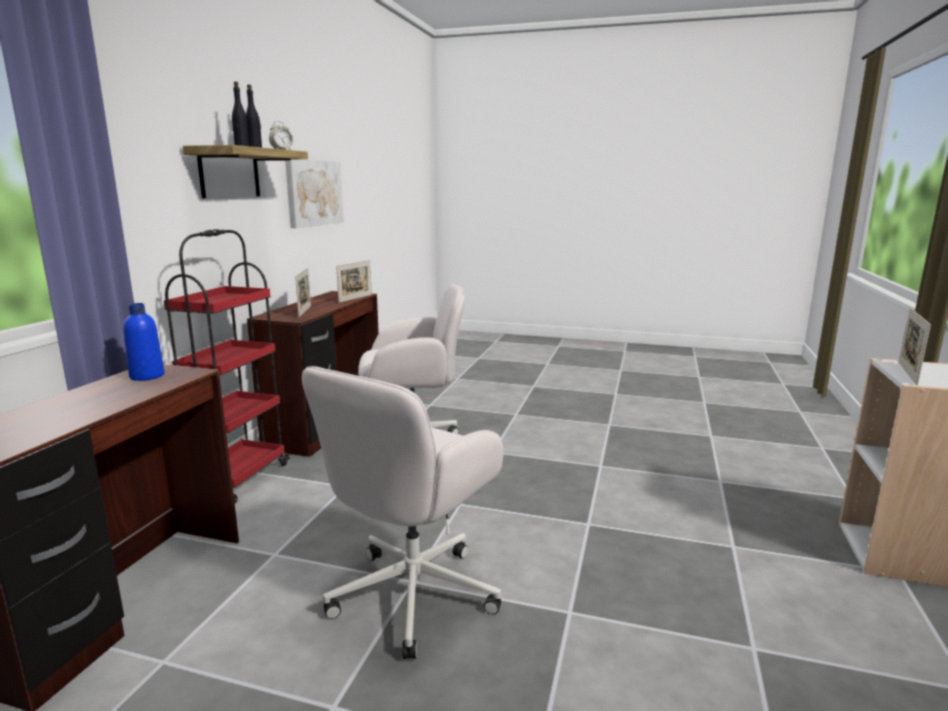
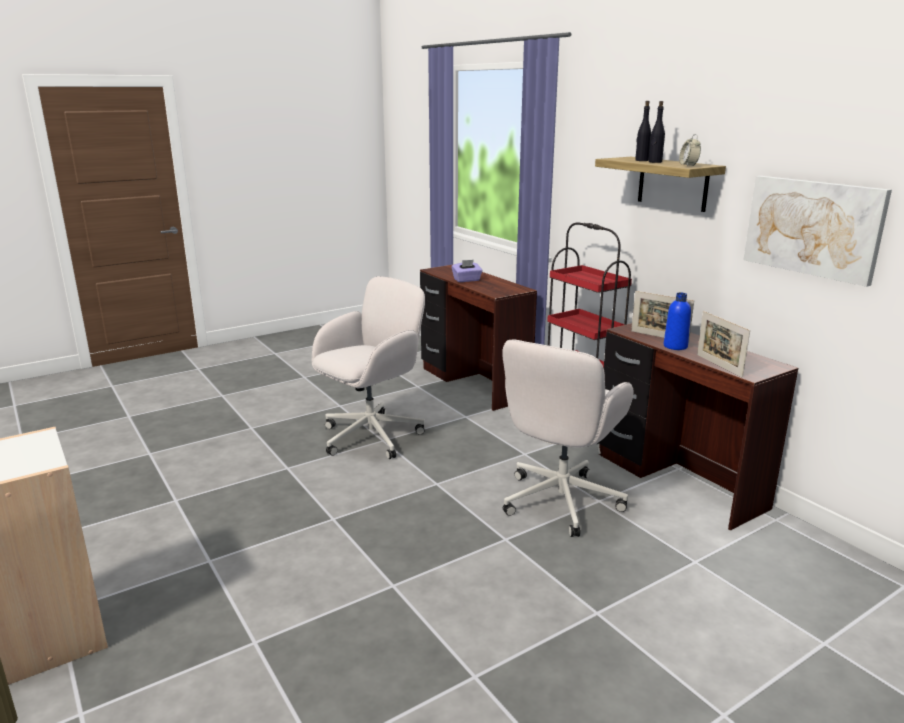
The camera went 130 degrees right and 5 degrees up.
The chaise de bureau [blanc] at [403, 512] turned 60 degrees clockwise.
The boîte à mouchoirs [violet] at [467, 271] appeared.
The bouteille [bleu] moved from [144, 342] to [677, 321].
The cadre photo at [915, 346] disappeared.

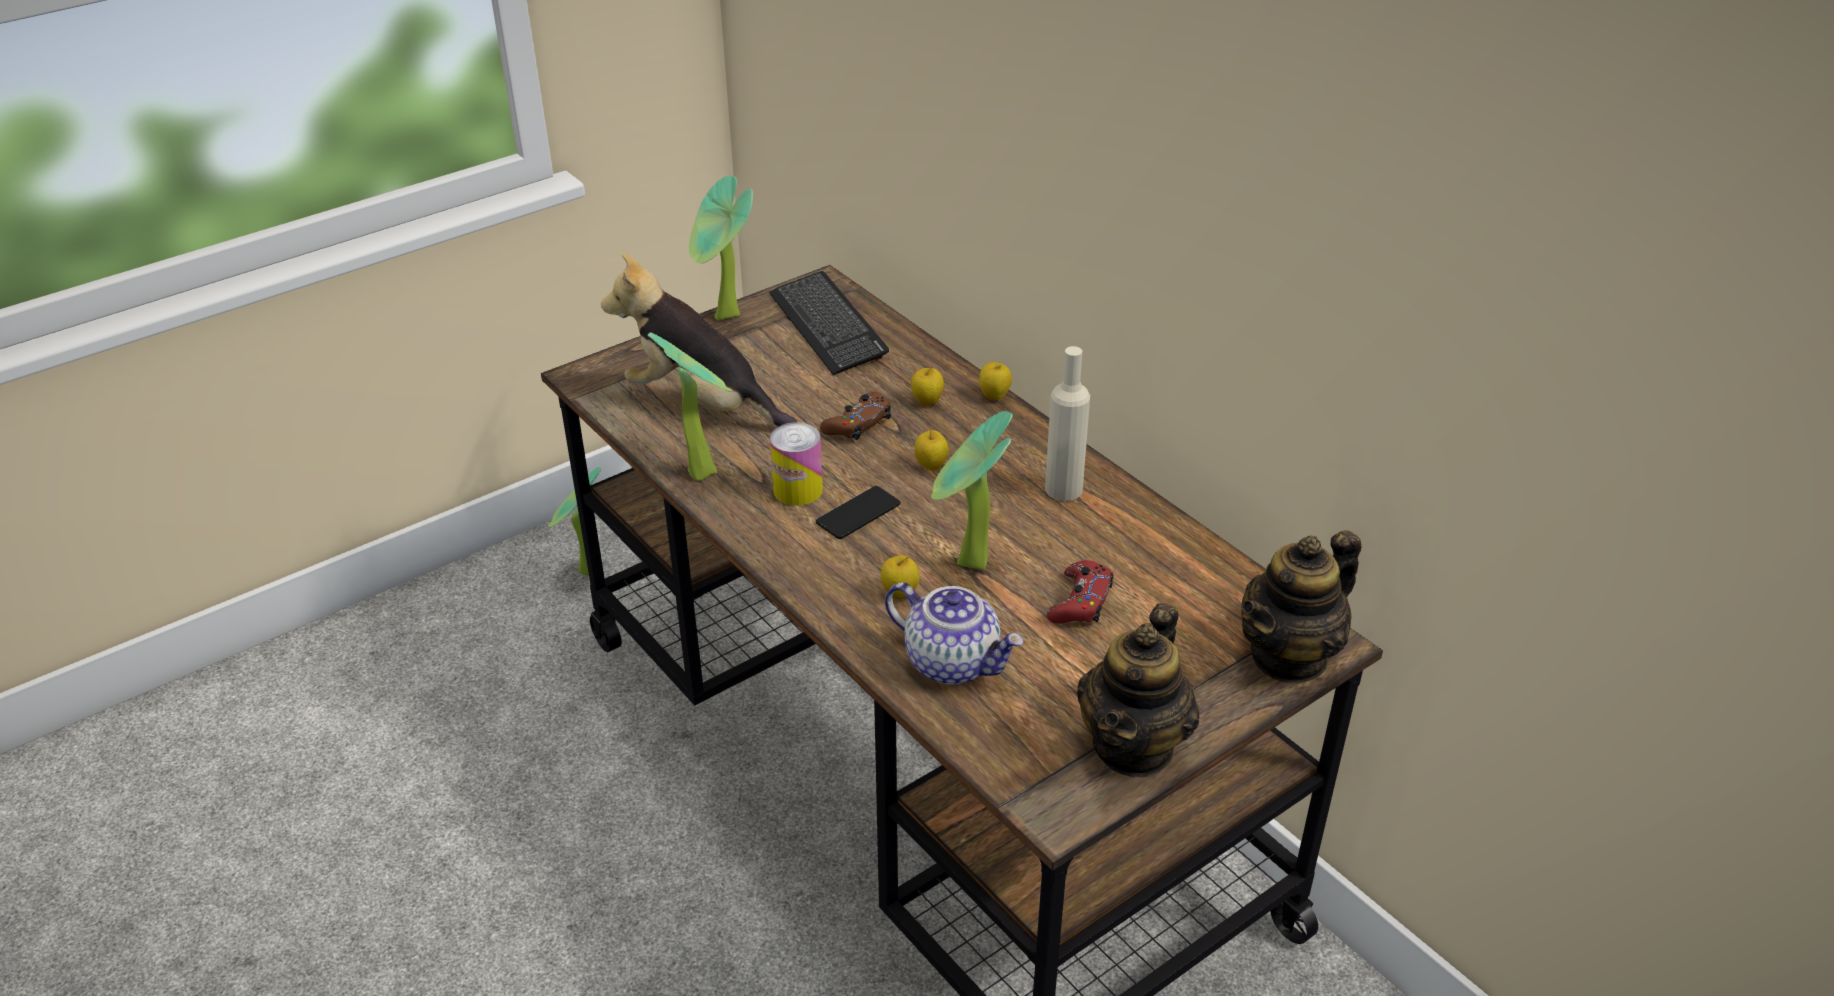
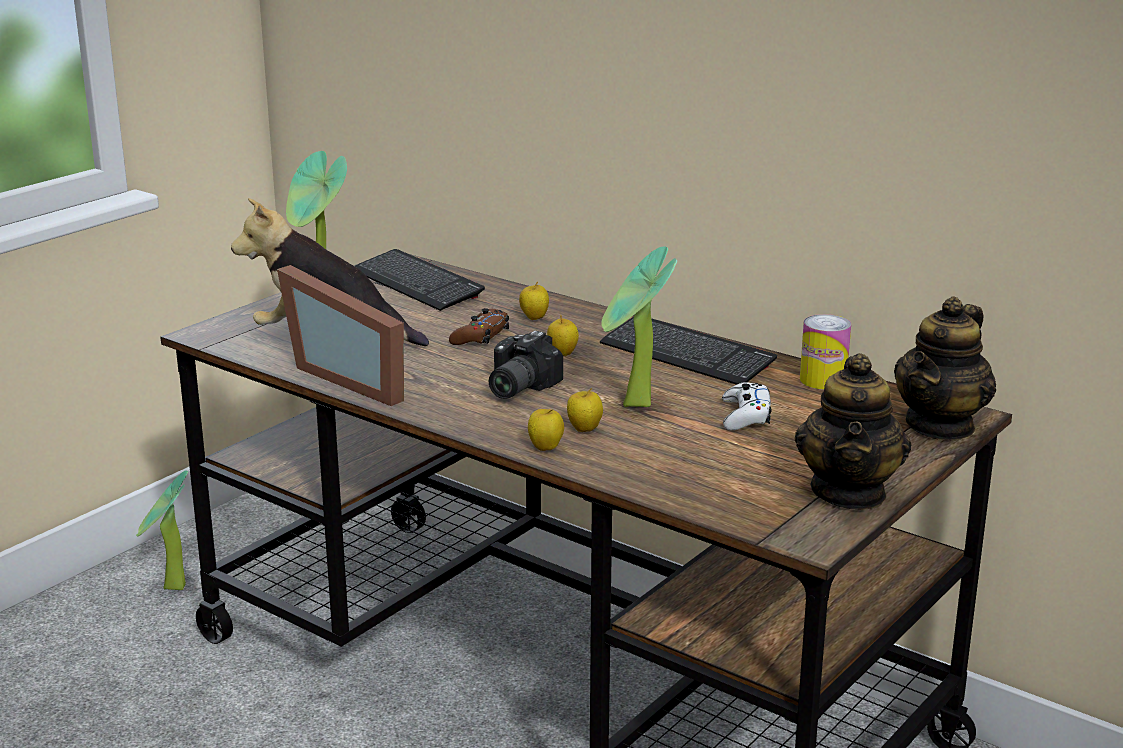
The camera went 15 degrees left and 15 degrees down.
The plante en pot at [690, 406] was replaced by the cadre photo at [340, 335].
The téléphone at [858, 512] was replaced by the appareil photo at [526, 365].
The pomme moved from [995, 381] to [546, 430].
The bouteille [beige] at [1067, 423] was replaced by the clavier at [688, 351].
The manette [rouge] at [1080, 592] became the manette [blanc] at [747, 406].
The boîte métallique moved from [796, 464] to [825, 352].
The théière at [954, 633] disappeared.

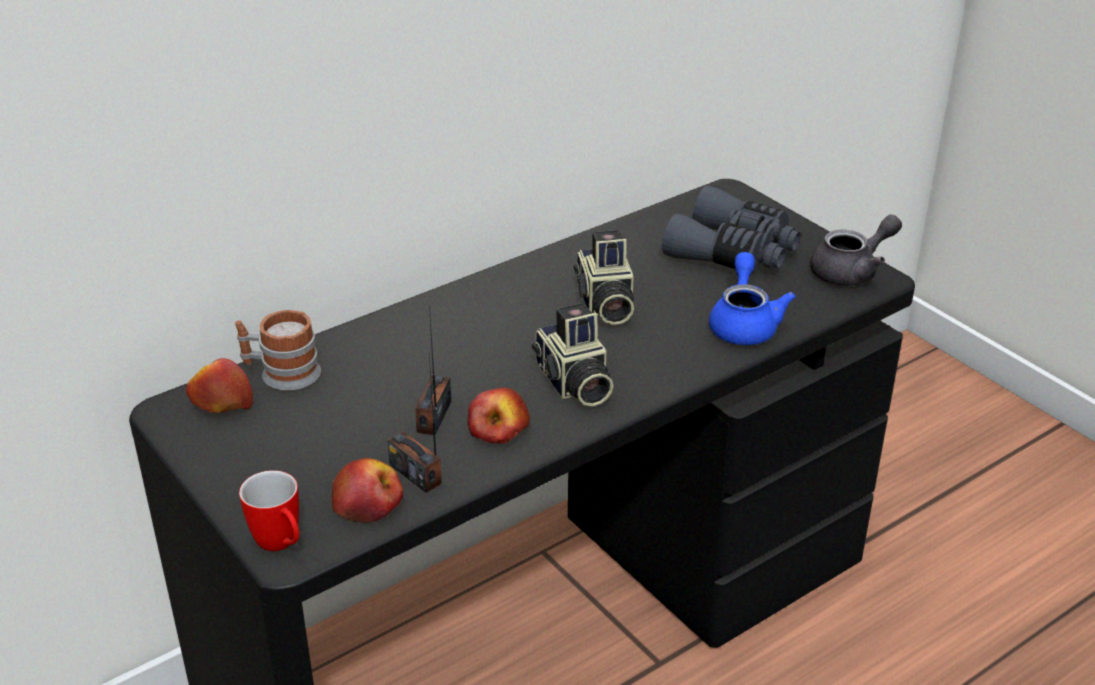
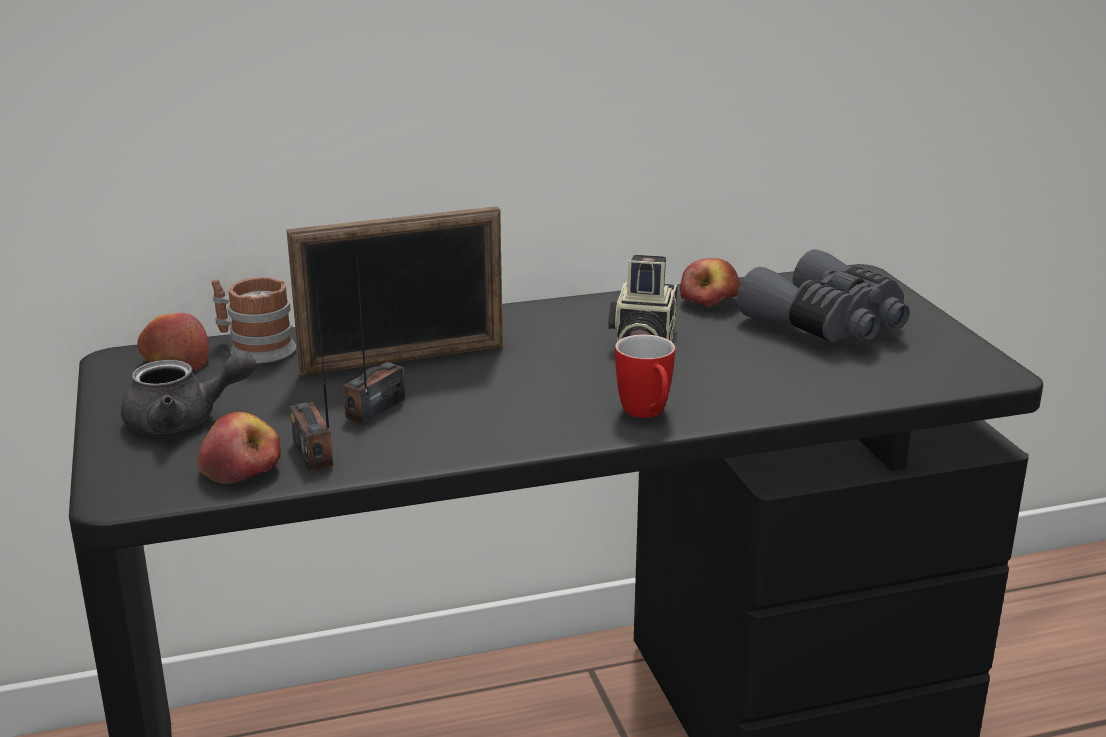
The camera went 20 degrees right and 10 degrees down.
The théière [gris] moved from [856, 250] to [188, 392].
The cadre photo at [394, 291] appeared.
The mug moved from [269, 510] to [645, 376].
The pomme moved from [498, 416] to [710, 282].
The appareil photo at [572, 355] disappeared.
The théière [bleu] at [752, 298] disappeared.

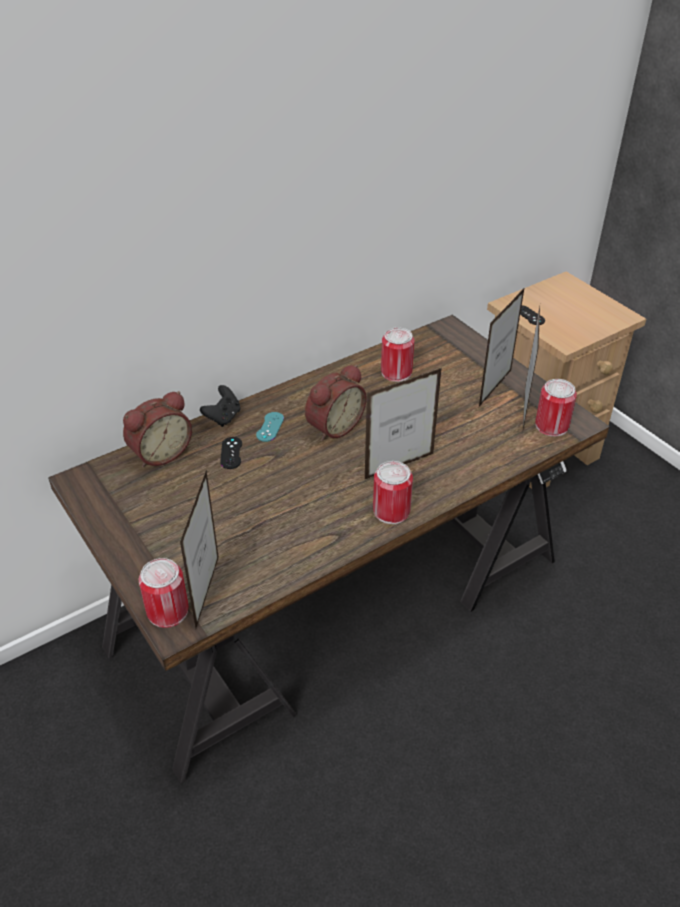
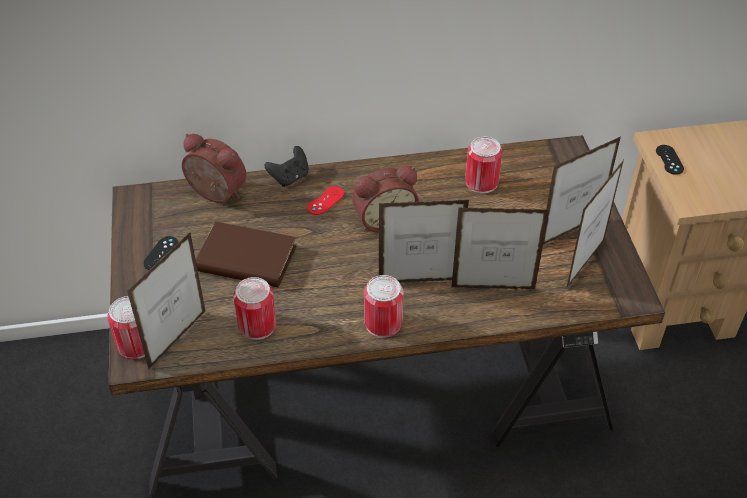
The camera went 25 degrees right and 5 degrees up.
The manette [noir] moved from [231, 453] to [161, 253].
The réveil at [157, 429] turned 135 degrees counterclockwise.
The livre [marron] at [246, 254] appeared.
The boîte métallique moved from [556, 408] to [254, 308].
The manette [turquoise] at [270, 427] became the manette [rouge] at [325, 200].
The cadre photo at [501, 248] appeared.

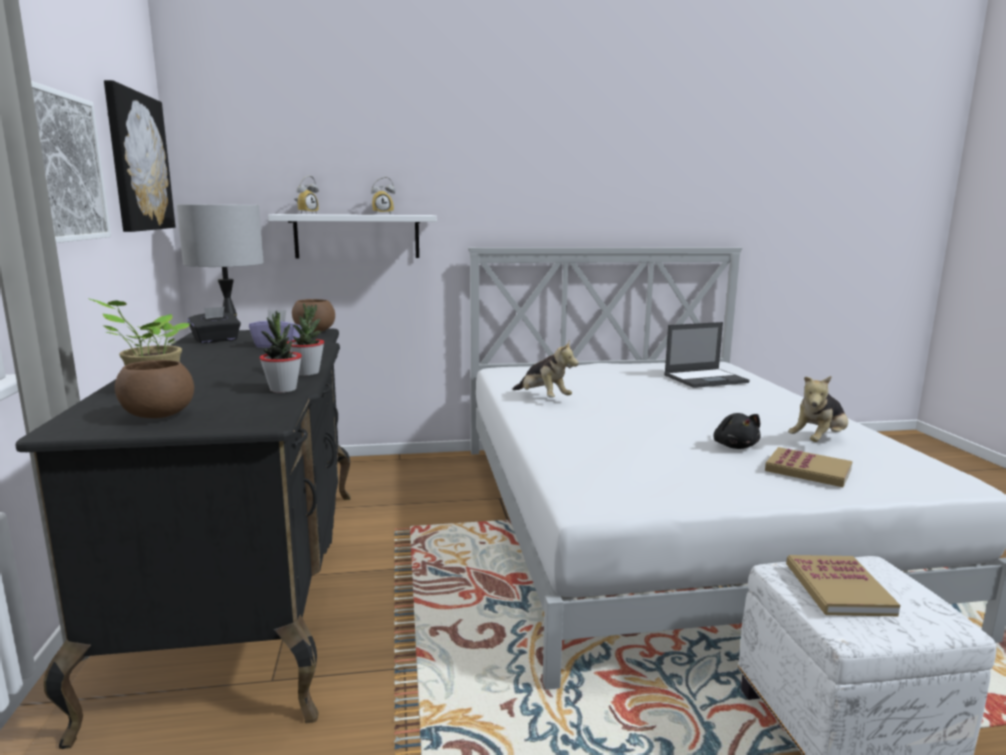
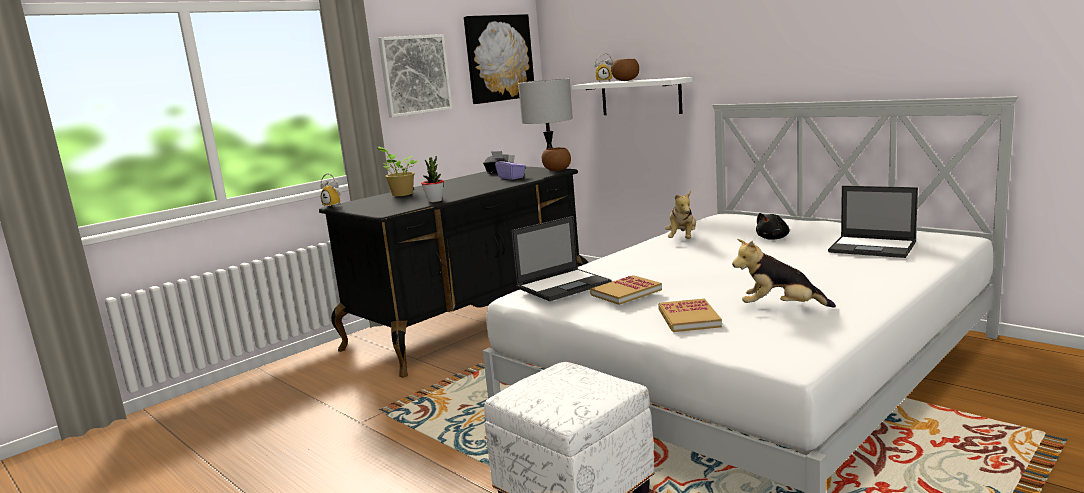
The camera went 55 degrees right and 0 degrees up.
The réveil moved from [383, 196] to [330, 190].
The ordinateur portable at [561, 258] appeared.
The livre moved from [843, 585] to [626, 290].
The bol [marron] moved from [154, 389] to [625, 70].
The peluche [noir] moved from [737, 431] to [772, 226].
The plante en pot at [305, 339] disappeared.

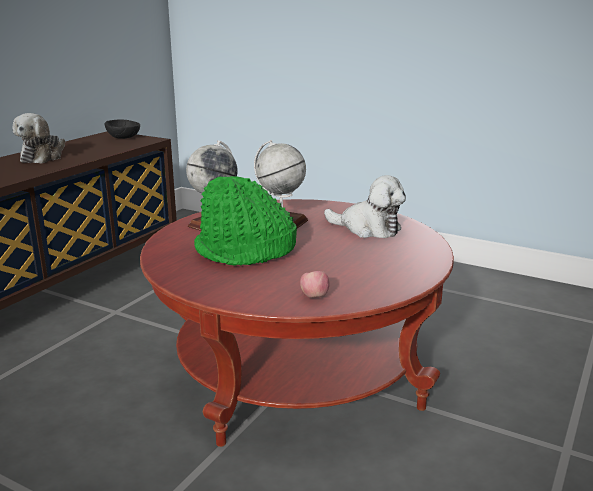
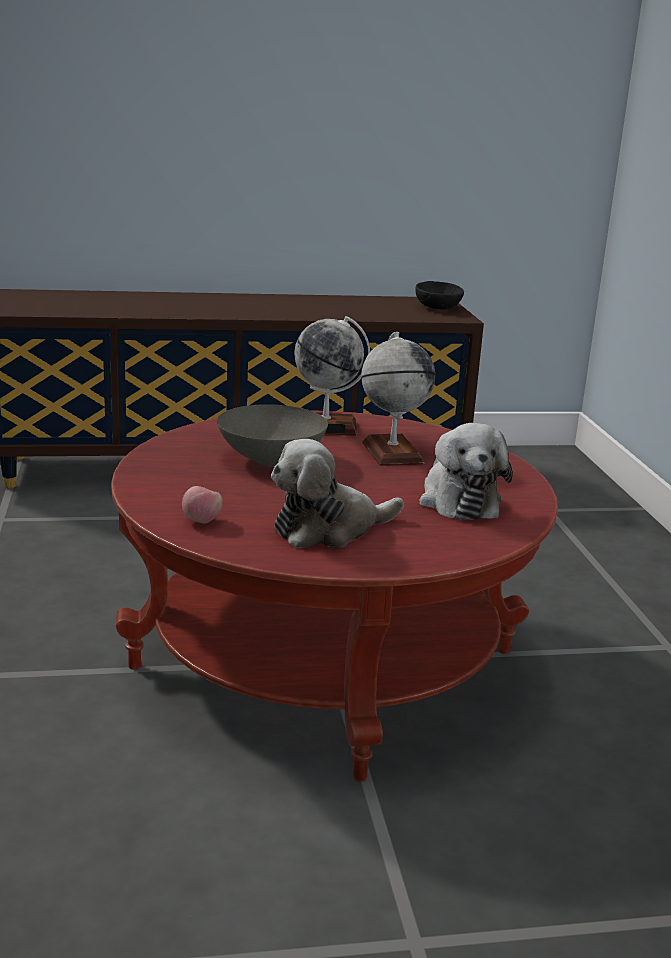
The camera went 50 degrees right and 0 degrees up.
The chapeau [vert] at [245, 221] was replaced by the bol [gris] at [272, 435].
The peluche moved from [39, 138] to [337, 493].

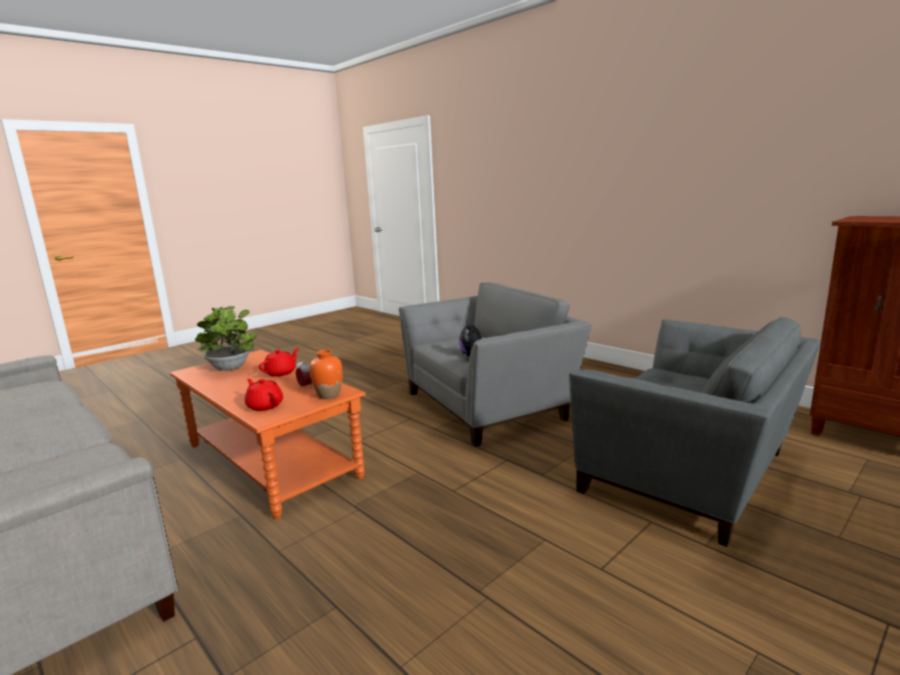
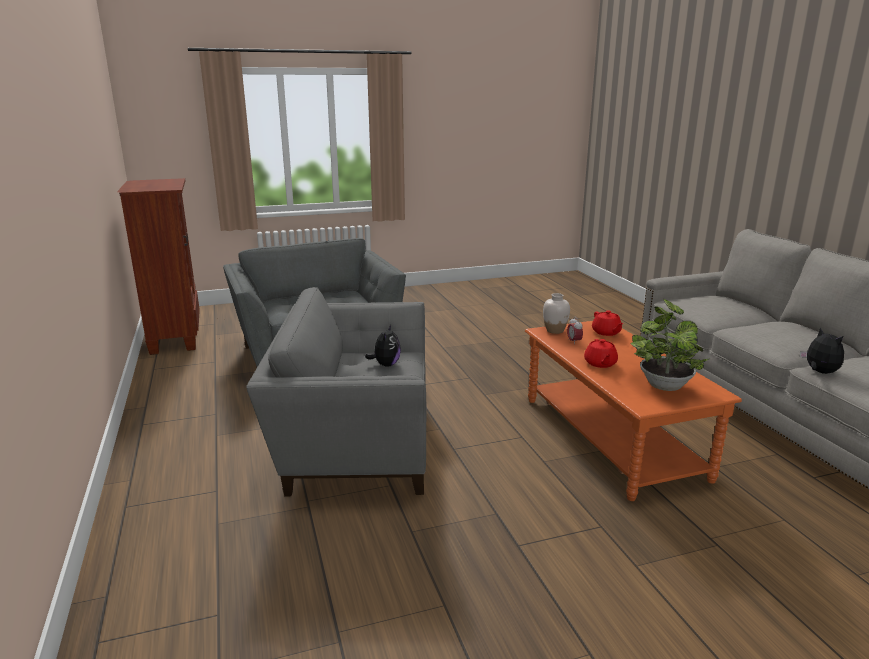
The camera went 155 degrees left and 5 degrees up.
The vase [orange] at [326, 374] became the vase [blanc] at [556, 313].
The théière [rouge] at [279, 362] turned 60 degrees counterclockwise.
The peluche at [822, 350] appeared.

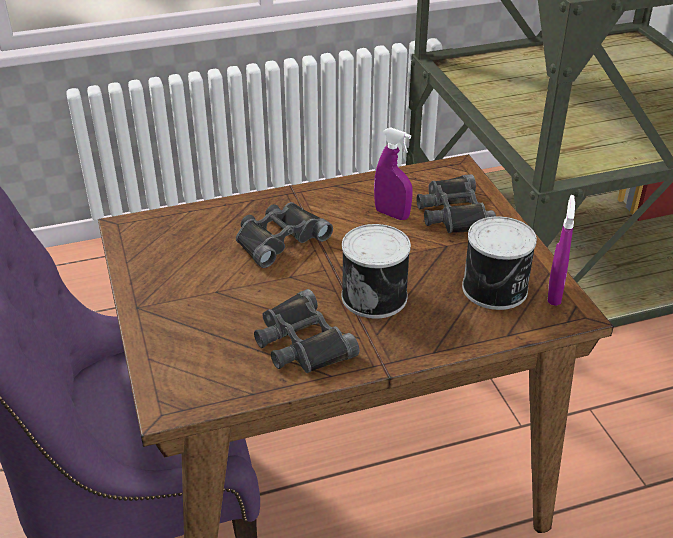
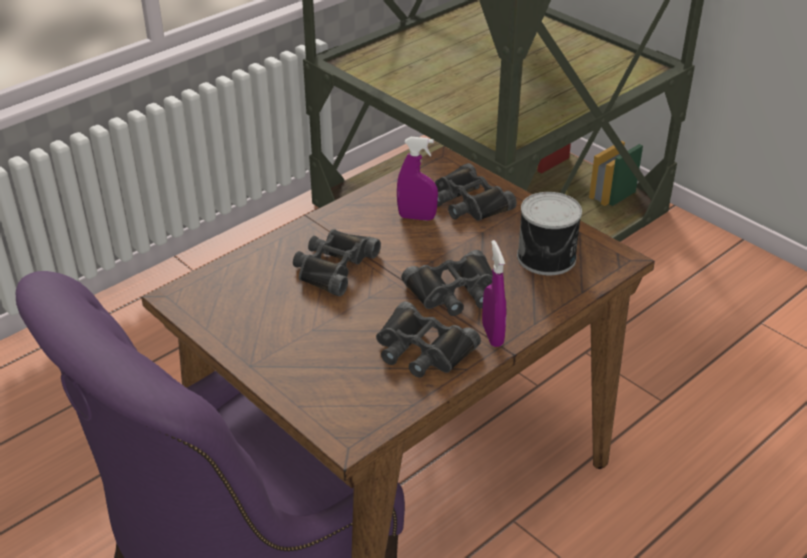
The camera went 25 degrees left and 0 degrees up.
The boîte métallique at [376, 271] was replaced by the jumelles [noir] at [447, 283].
The vaporisateur [violet] moved from [561, 250] to [494, 293].

